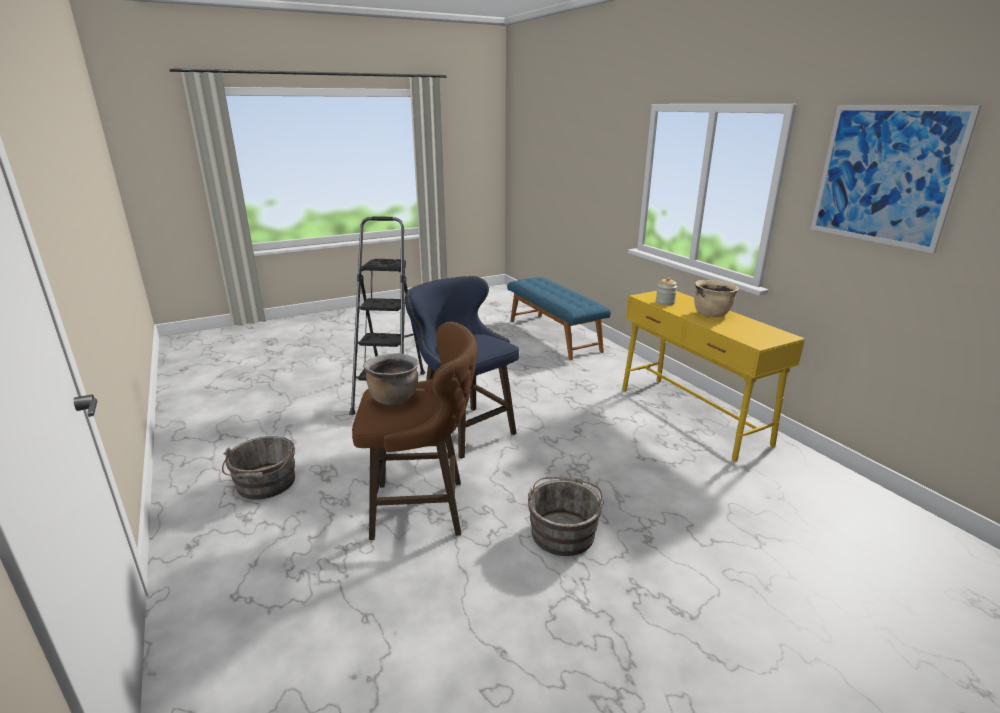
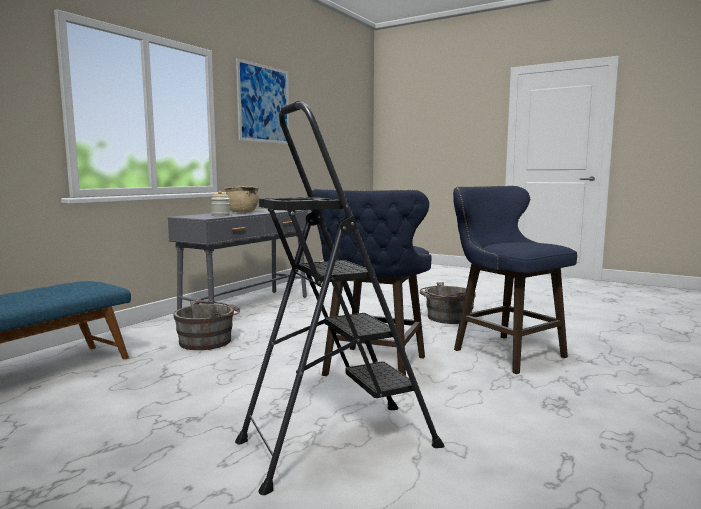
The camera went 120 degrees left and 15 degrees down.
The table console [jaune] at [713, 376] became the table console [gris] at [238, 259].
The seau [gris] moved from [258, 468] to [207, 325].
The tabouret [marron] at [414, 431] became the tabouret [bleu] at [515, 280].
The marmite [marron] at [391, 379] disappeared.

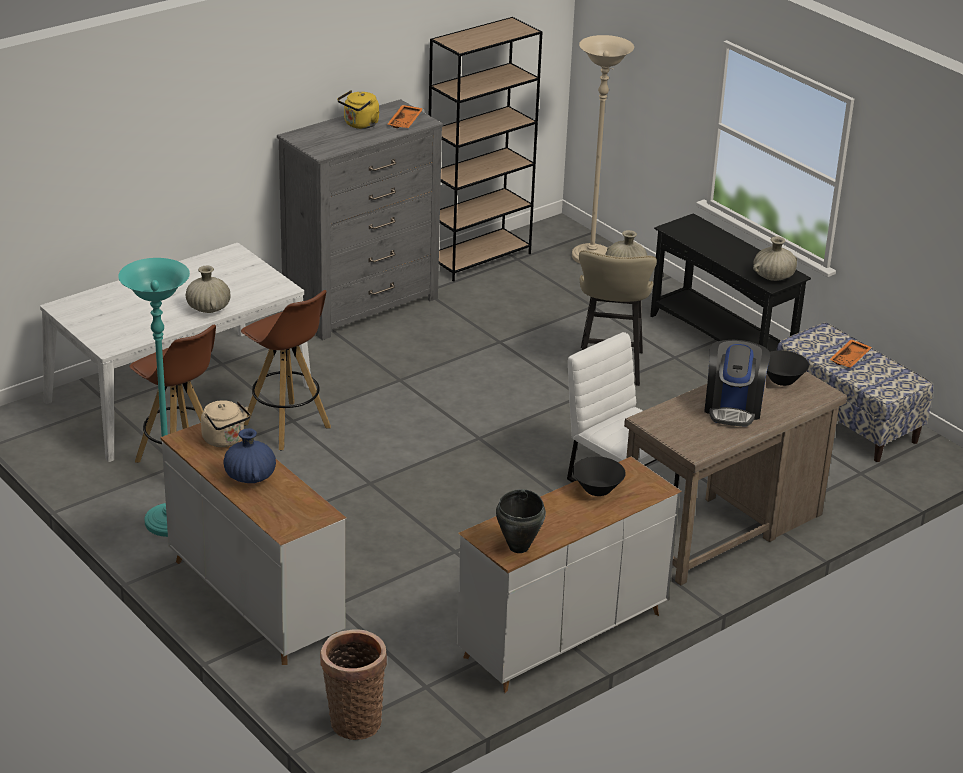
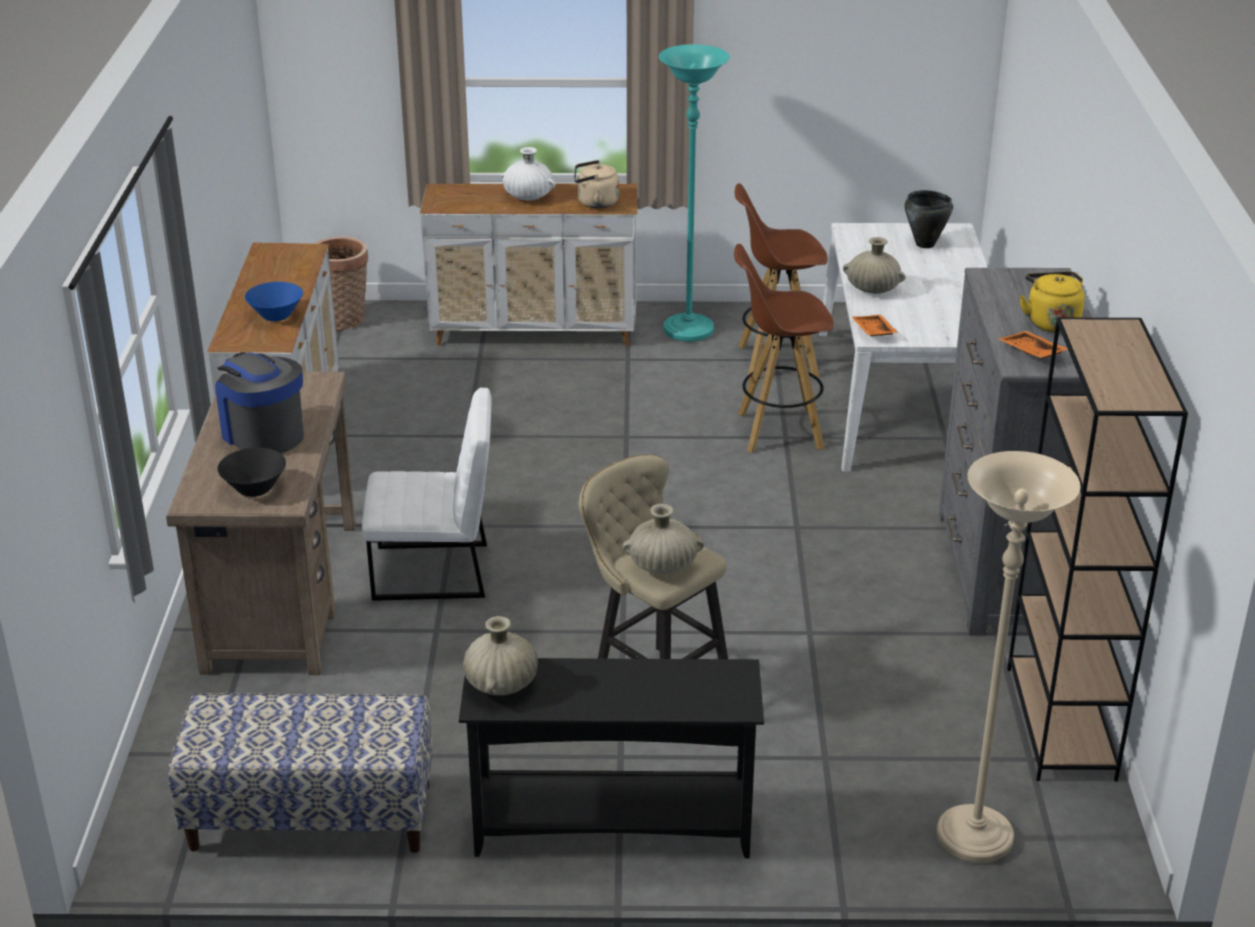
The camera went 130 degrees right and 0 degrees up.
The bol [noir] at [599, 476] became the bol [bleu] at [274, 301].
The vase [bleu] at [249, 455] became the vase [blanc] at [528, 173].
The plateau [orange] moved from [850, 353] to [875, 325].
The marmite [noir] moved from [521, 521] to [929, 219].

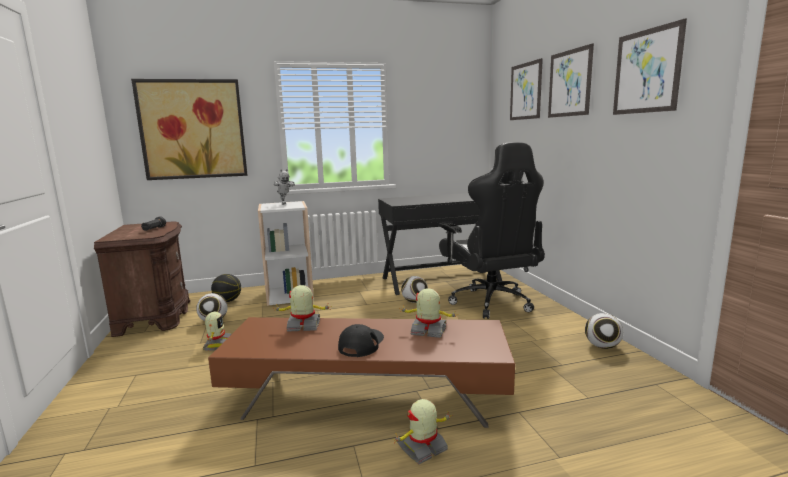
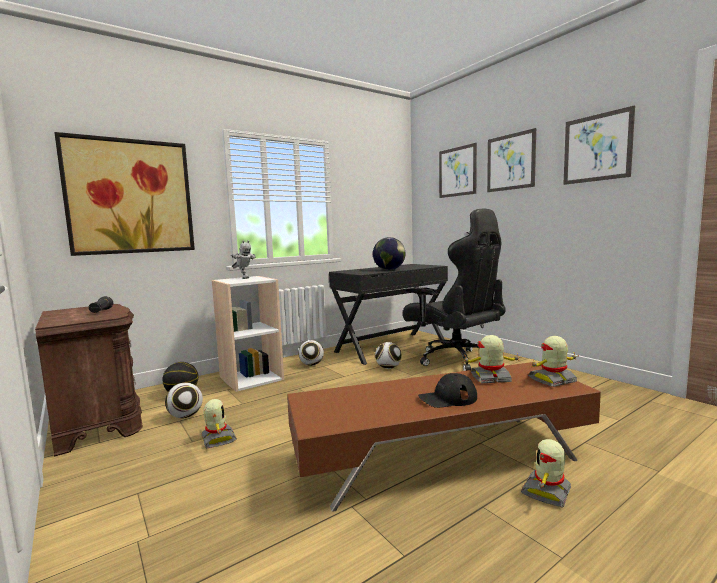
The camera went 20 degrees left and 5 degrees down.
The ballon de foot moved from [604, 331] to [311, 353].
The globe at [389, 253] appeared.
The casquette [noir] at [361, 340] turned 105 degrees counterclockwise.
The robot jouet moved from [302, 308] to [552, 361].

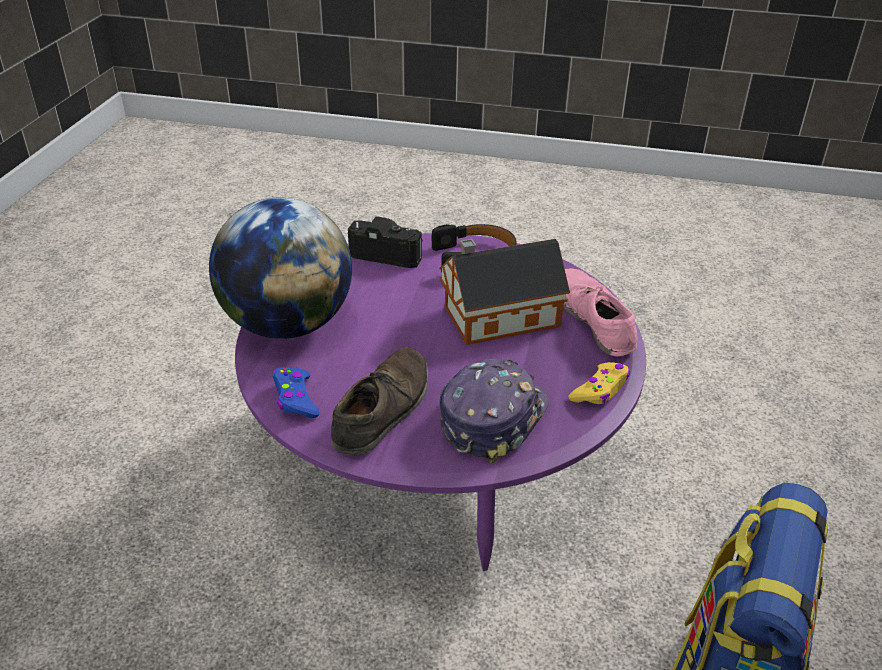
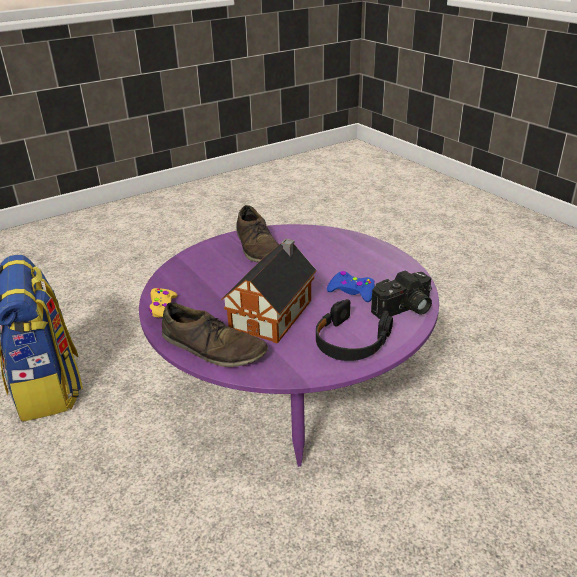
The camera went 135 degrees right and 5 degrees down.
The chaussure [rose] at [600, 312] became the chaussure [marron] at [215, 334].
The manette [bleu] moved from [296, 392] to [351, 286].
The globe at [280, 268] disappeared.
The casquette at [494, 411] disappeared.

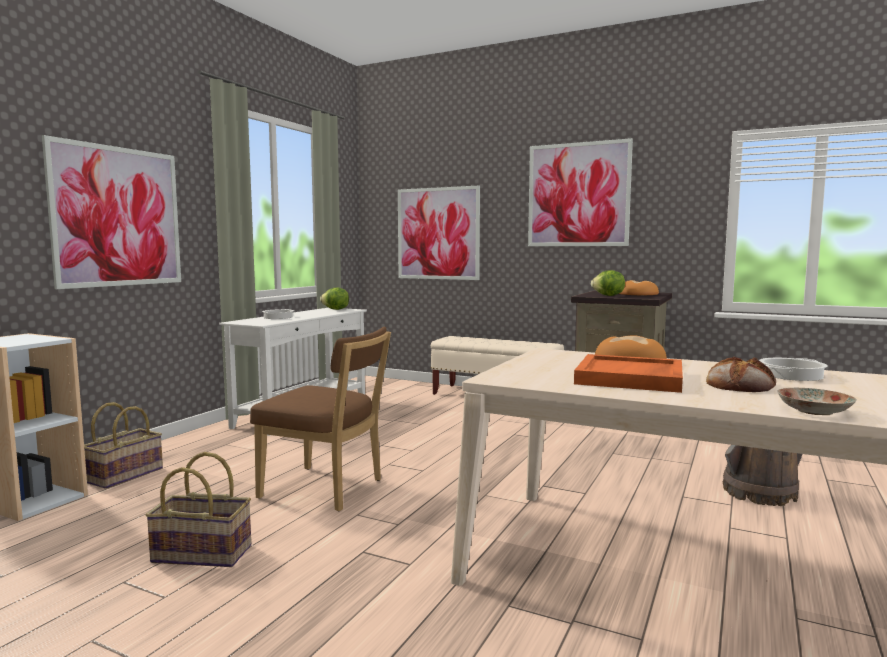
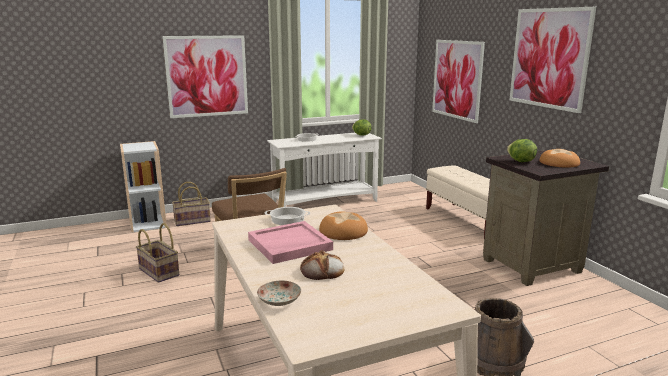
The camera went 40 degrees right and 10 degrees up.
The plateau [orange] at [628, 373] became the plateau [rose] at [290, 242].
The marmite moved from [793, 369] to [287, 216].

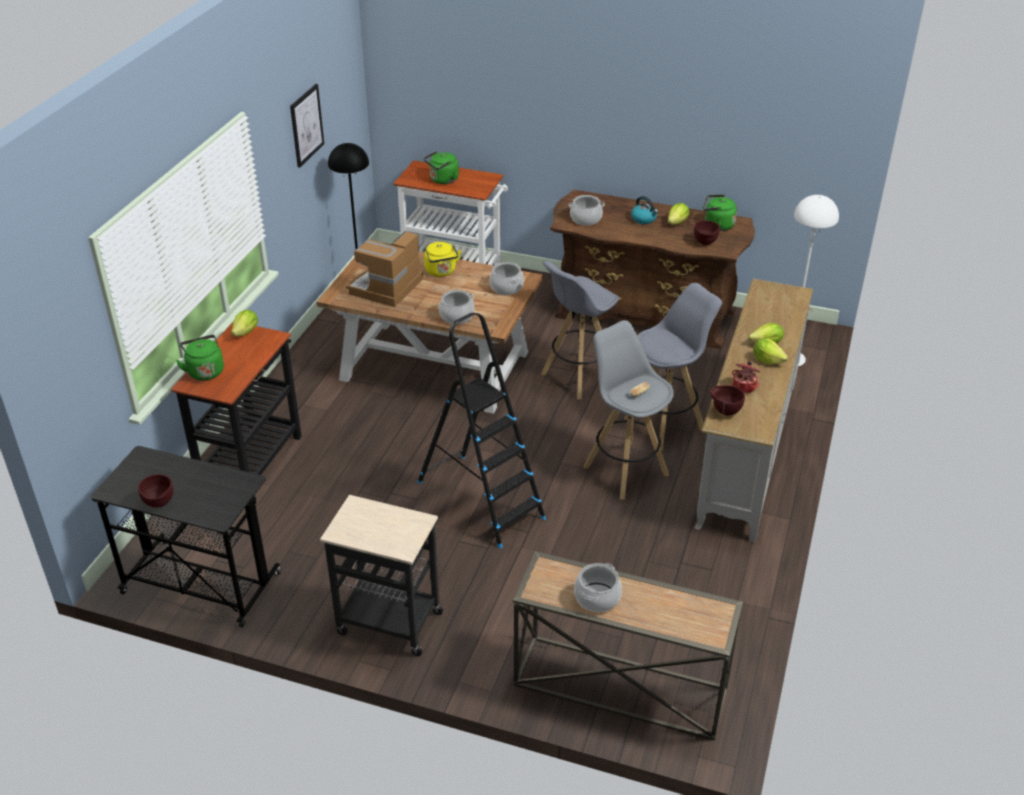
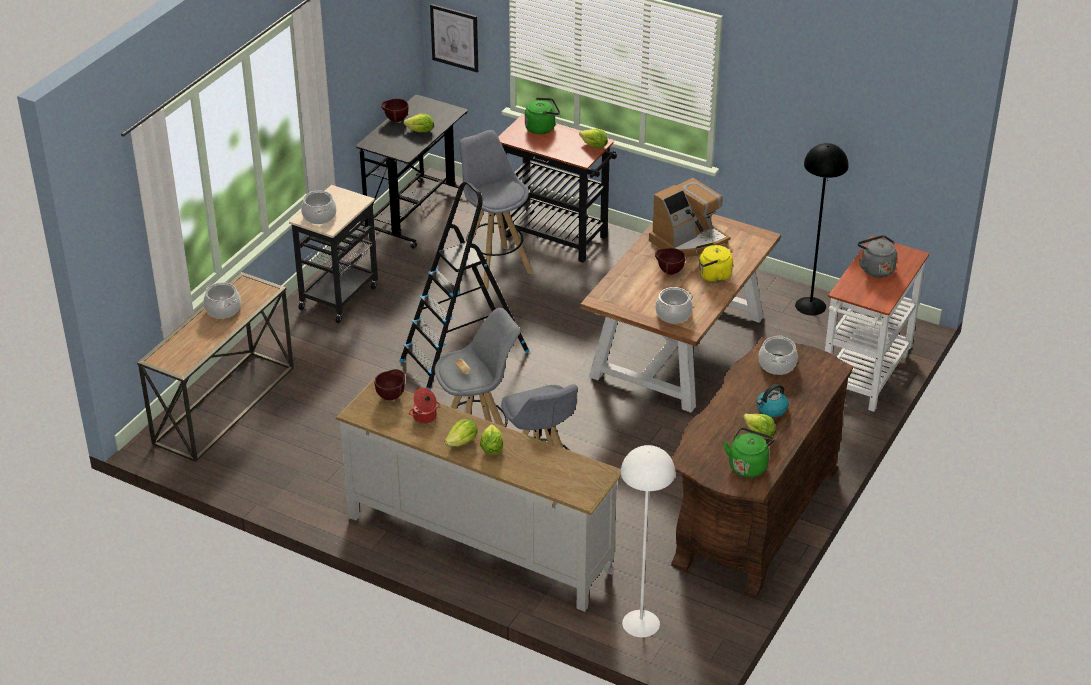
The camera went 100 degrees right and 0 degrees up.
The marmite moved from [456, 307] to [318, 207].
The laitue at [418, 123] appeared.
The tableau moved from [307, 126] to [454, 38].
The tabouret [gris] moved from [580, 330] to [496, 209].
The machine à café at [384, 268] turned 105 degrees clockwise.
The bol [marron] moved from [707, 232] to [670, 261].
The bouilloire [vert] at [441, 167] became the bouilloire [gris] at [877, 256].

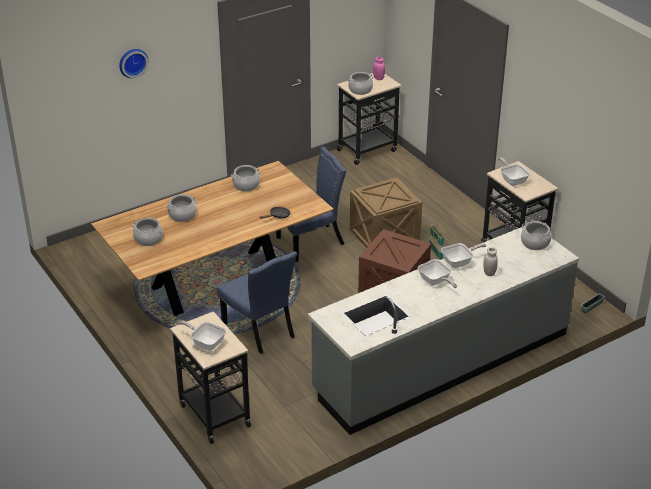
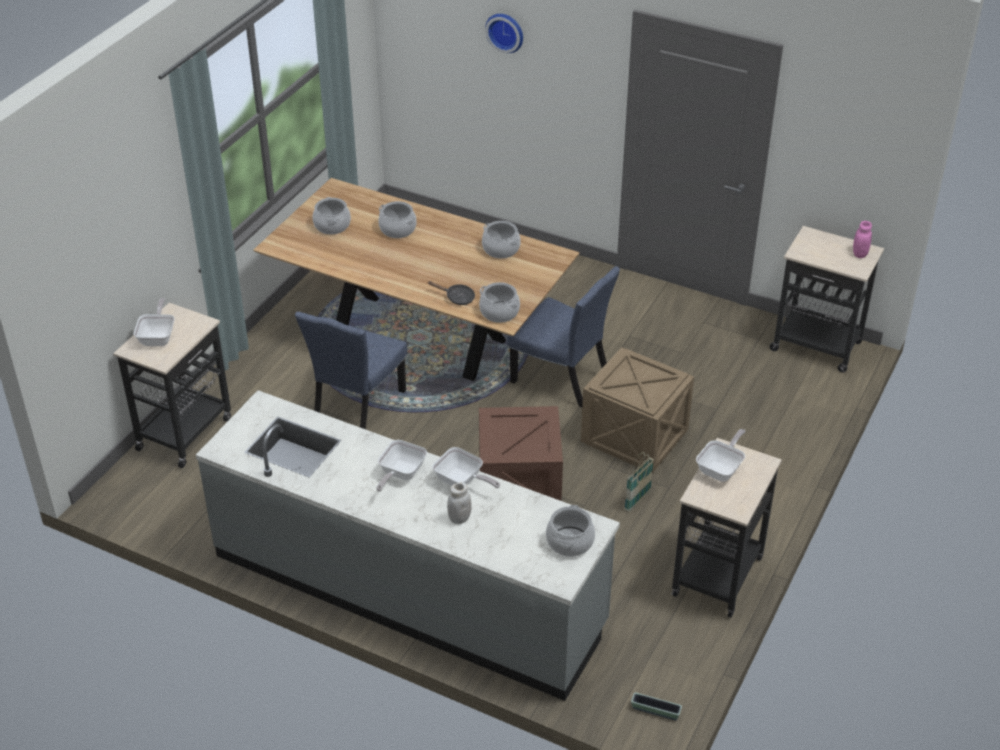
The camera went 60 degrees right and 5 degrees up.
The marmite moved from [360, 83] to [499, 302].

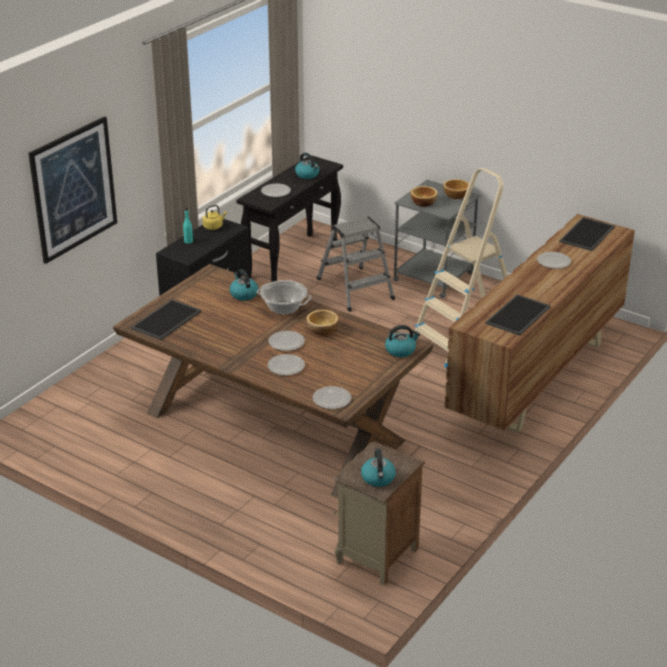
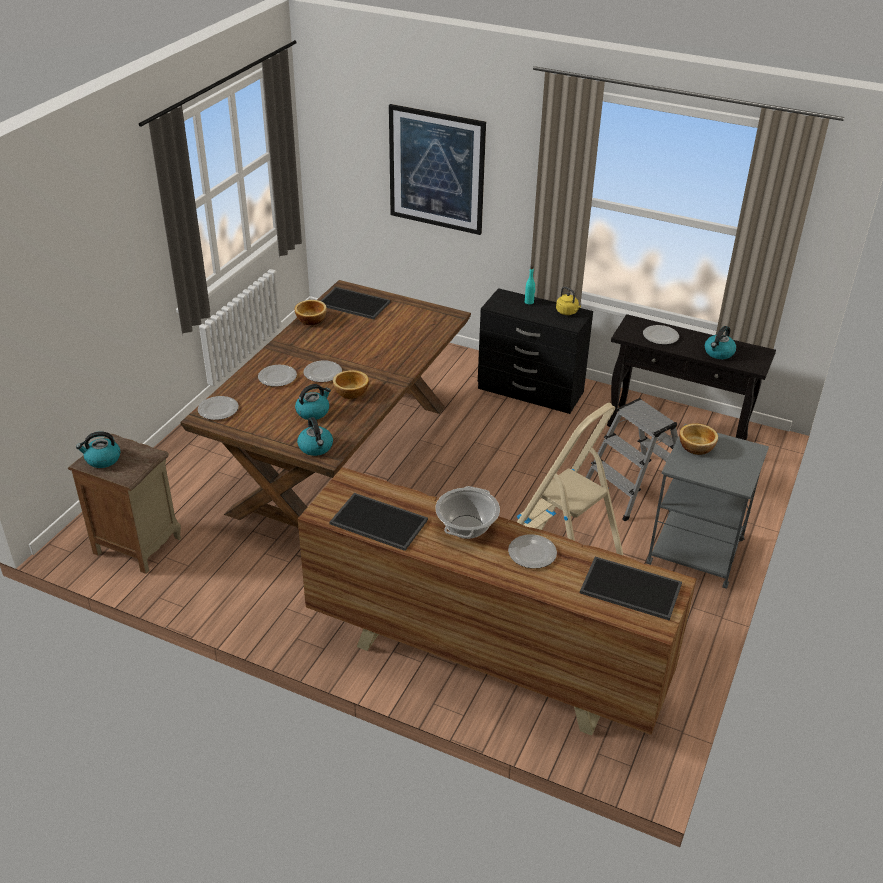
The camera went 80 degrees right and 5 degrees up.
The bol moved from [456, 189] to [311, 312].
The bouilloire moved from [244, 285] to [313, 402].
The marmite moved from [284, 297] to [467, 512].

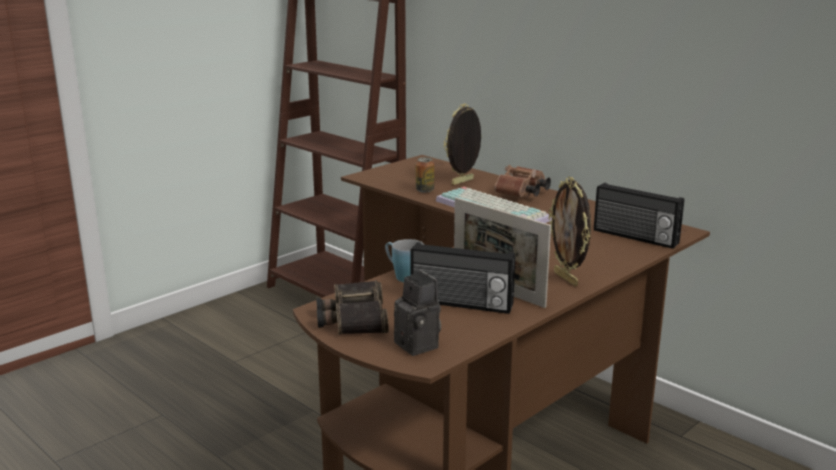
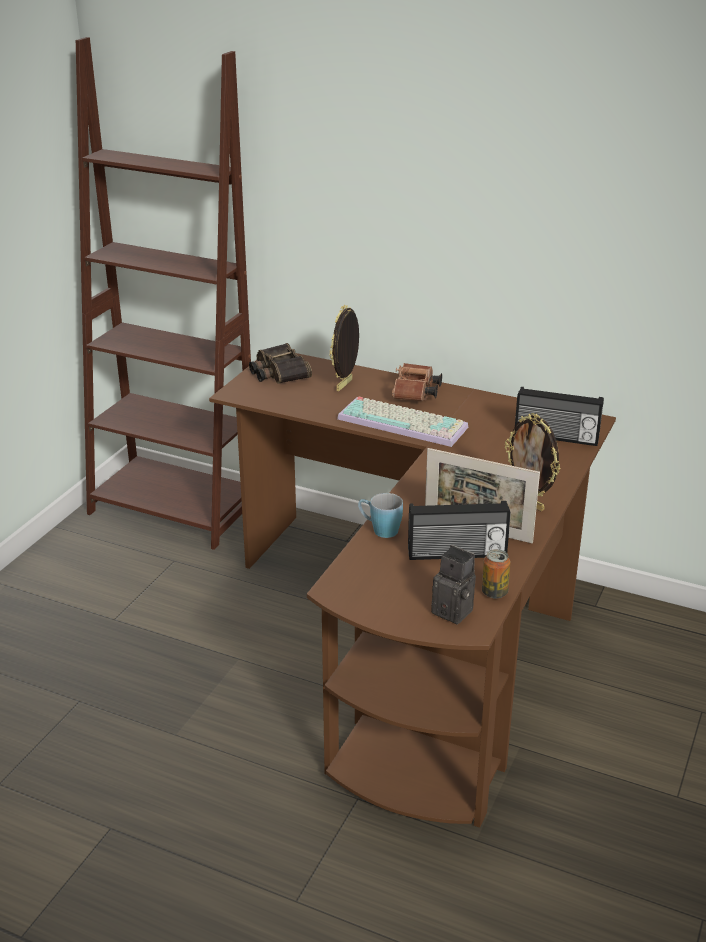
The camera went 20 degrees left and 10 degrees up.
The jumelles moved from [352, 307] to [280, 363].
The boîte métallique moved from [425, 175] to [496, 573].

